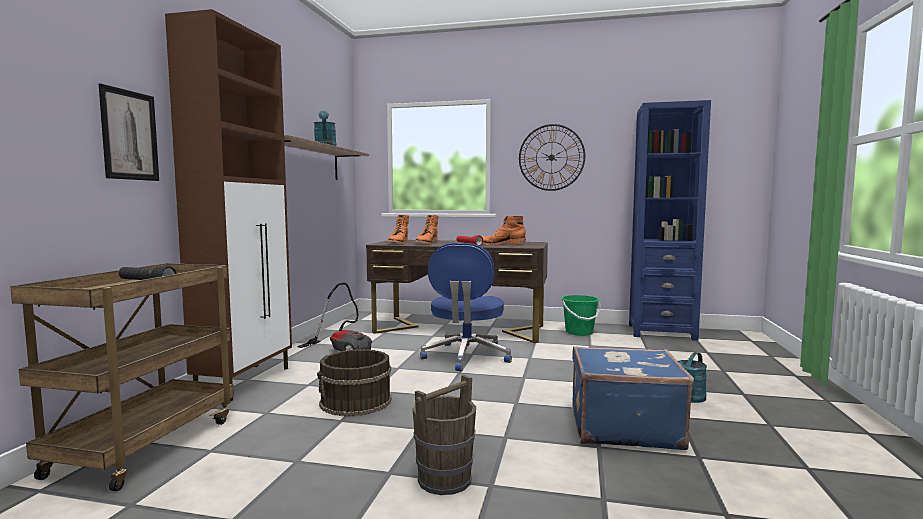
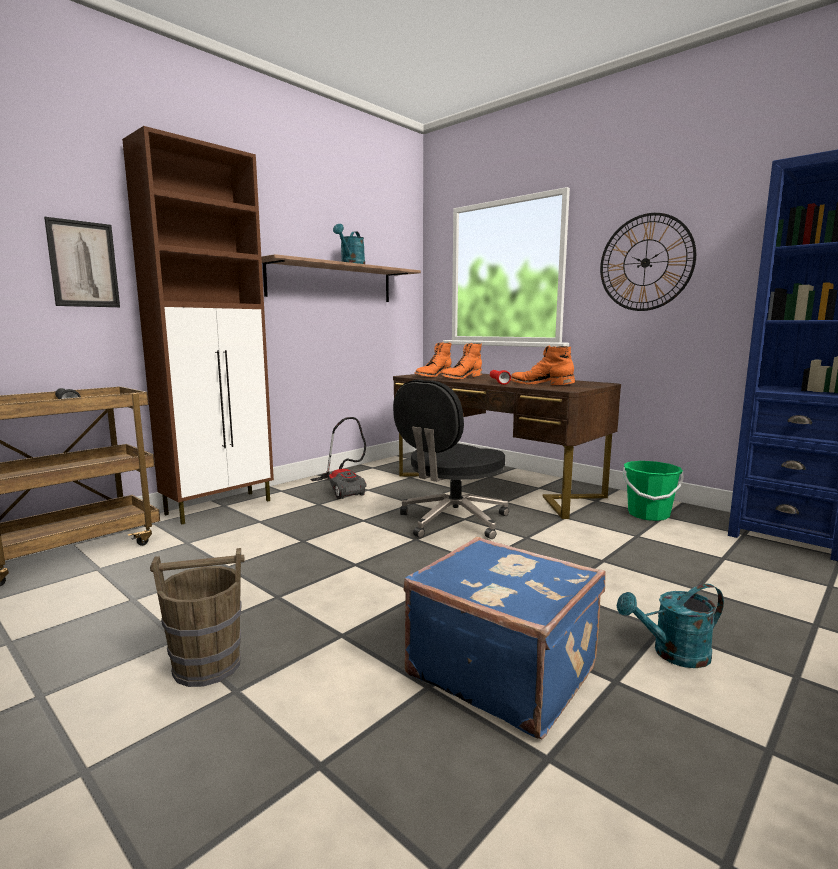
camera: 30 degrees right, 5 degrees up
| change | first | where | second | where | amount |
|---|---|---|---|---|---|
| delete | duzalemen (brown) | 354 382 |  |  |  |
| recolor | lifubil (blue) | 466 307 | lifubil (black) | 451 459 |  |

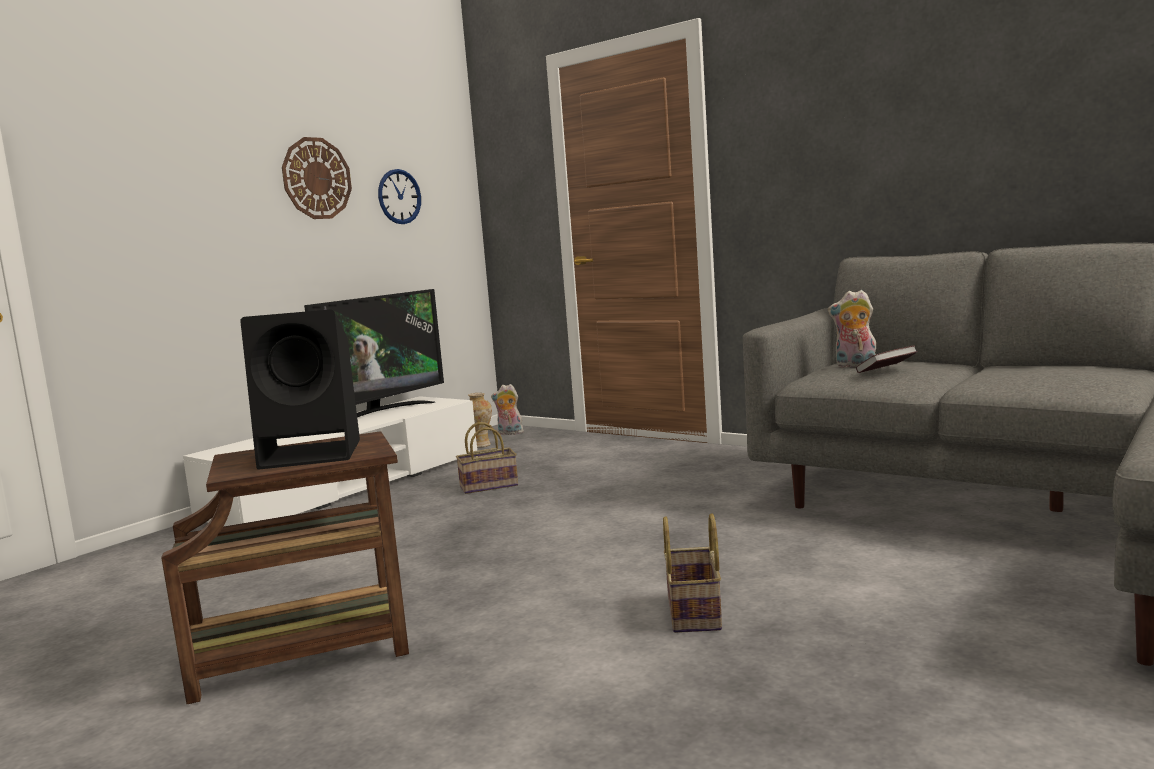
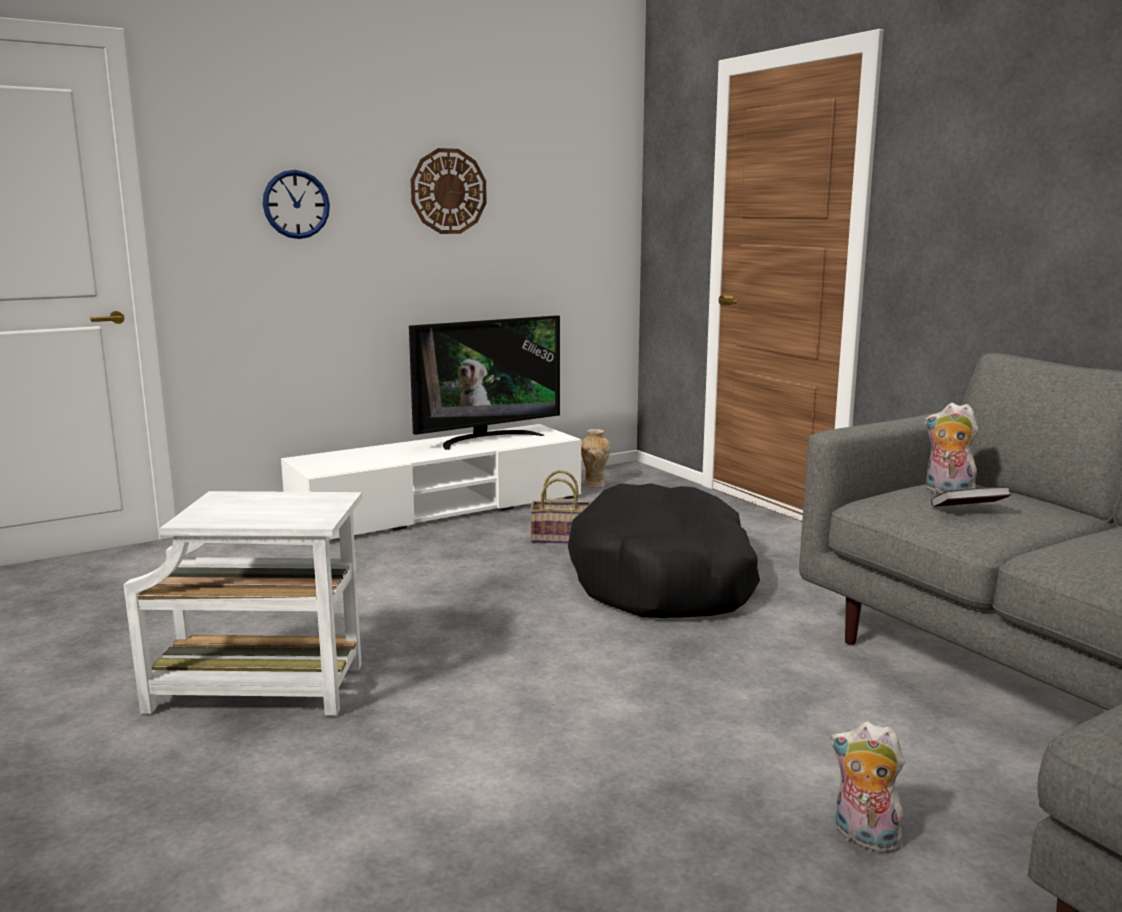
camera: 20 degrees right, 5 degrees up
| change | first | where | second | where | amount |
|---|---|---|---|---|---|
| recolor | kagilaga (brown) | 285 567 | kagilaga (white) | 242 603 |  |
| delete | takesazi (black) | 300 389 |  |  |  |
| move | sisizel | 399 196 |  | 296 204 |  |
| move | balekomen | 507 409 |  | 870 787 |  |
| delete | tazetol | 692 573 |  |  |  |
| insert |  |  | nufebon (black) | 664 550 |  |

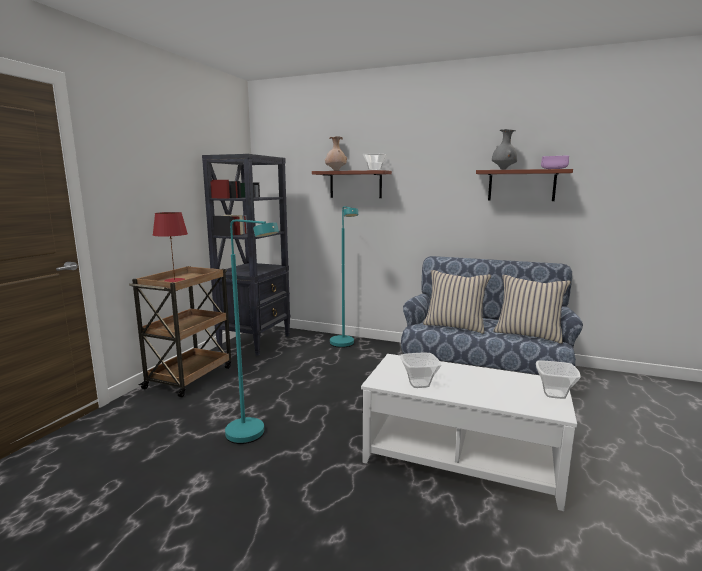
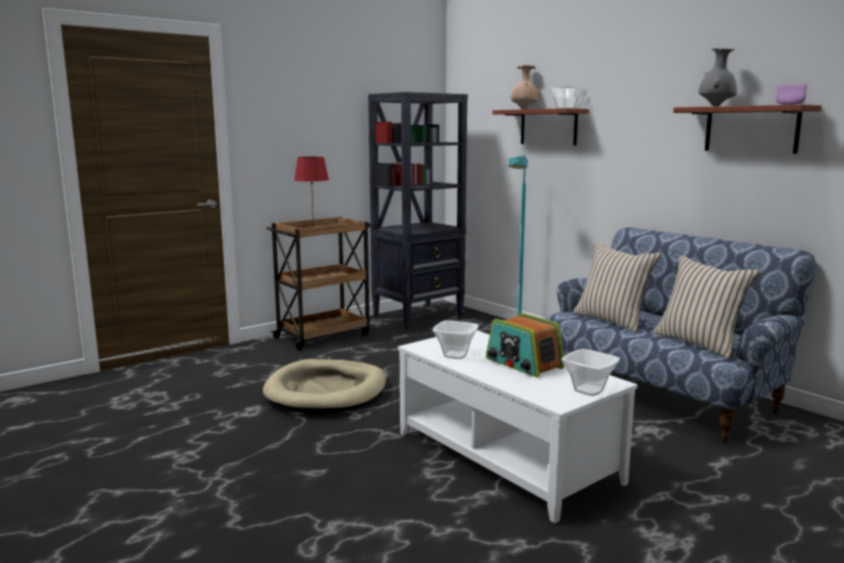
camera: 30 degrees right, 0 degrees up
| change | first | where | second | where | amount |
|---|---|---|---|---|---|
| replace | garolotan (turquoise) | 252 331 | nufebon (beige) | 324 386 |  |
| insert |  |  | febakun | 525 345 |  |

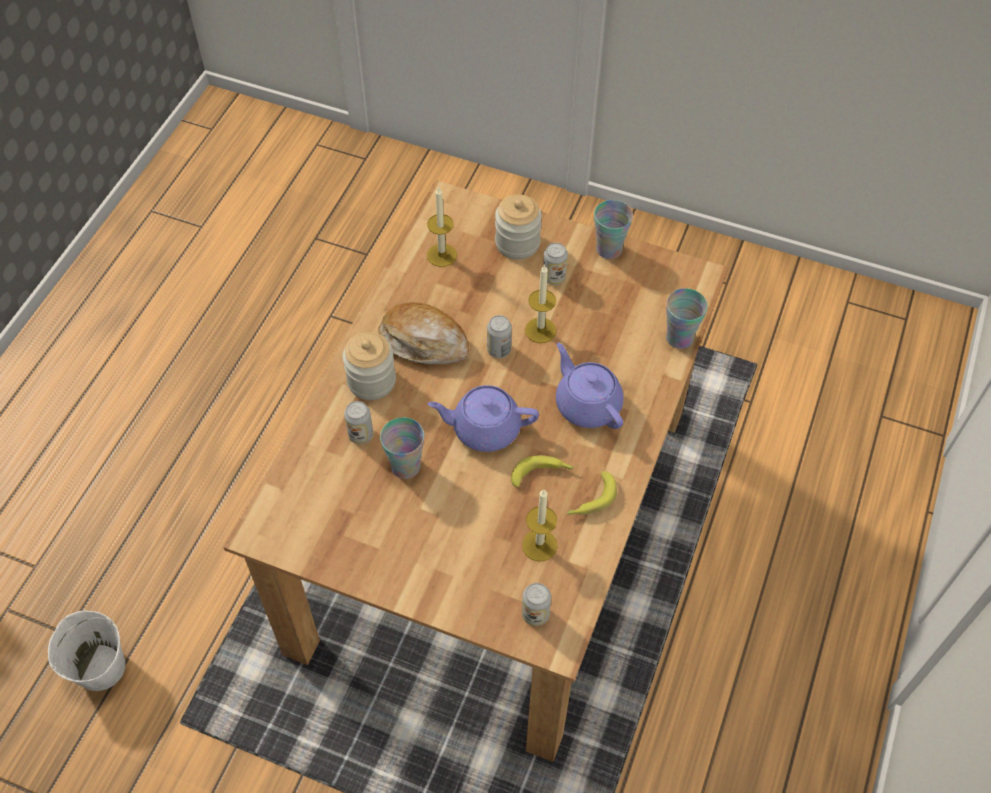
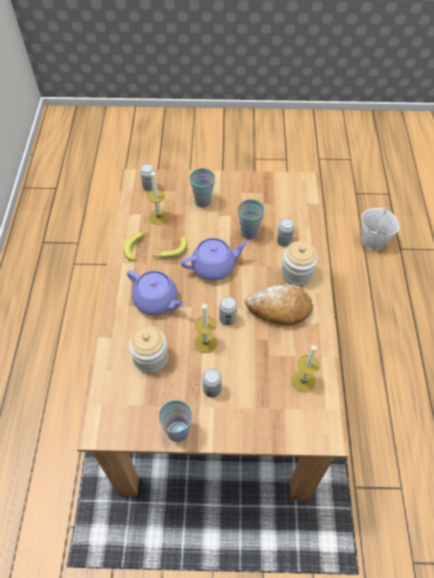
camera: 160 degrees right, 0 degrees up
| change | first | where | second | where | amount |
|---|---|---|---|---|---|
| move | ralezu | 518 227 |  | 148 349 |  |
| move | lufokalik | 687 318 |  | 202 188 |  |

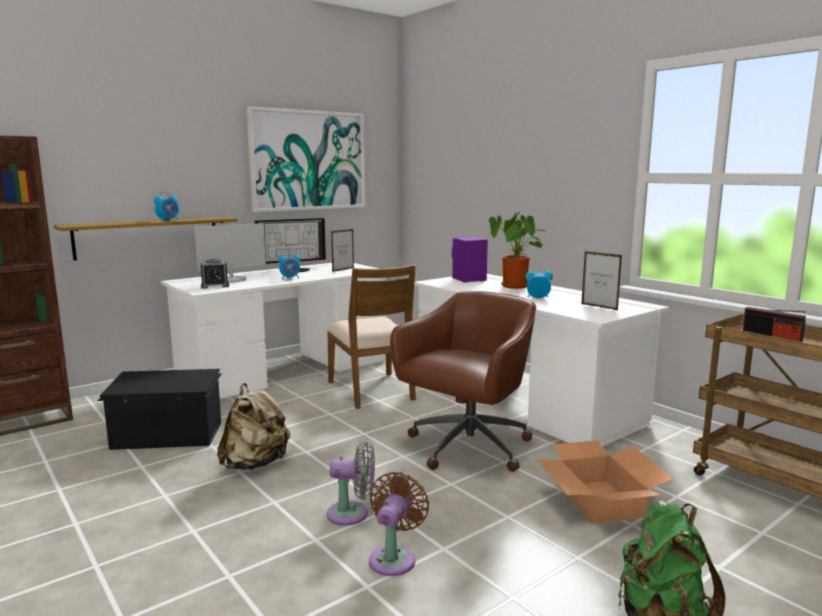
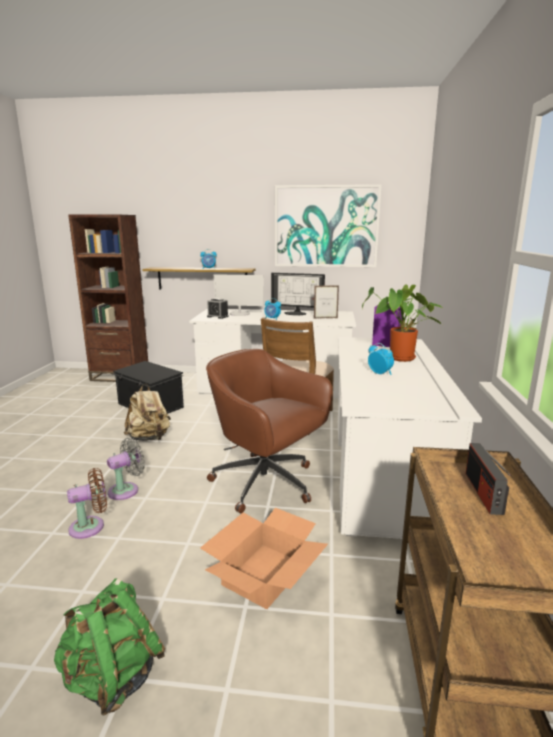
camera: 45 degrees right, 5 degrees up
| change | first | where | second | where | amount |
|---|---|---|---|---|---|
| rotate | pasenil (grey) | 351 484 |  | 126 469 | 90 degrees counterclockwise |
| rotate | lifubil (brown) | 463 381 |  | 269 431 | 135 degrees counterclockwise |
| delete | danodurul | 601 280 |  |  |  |

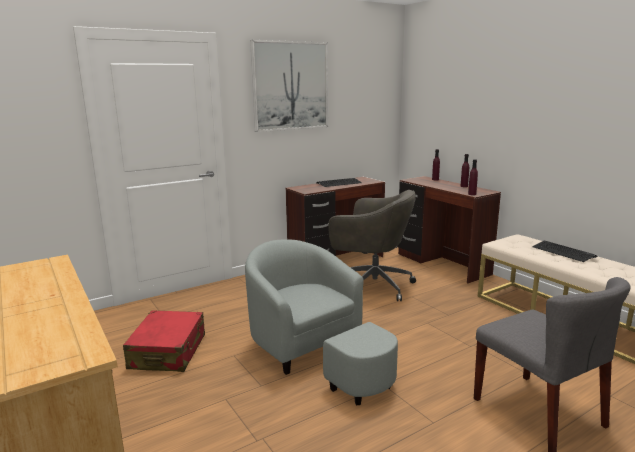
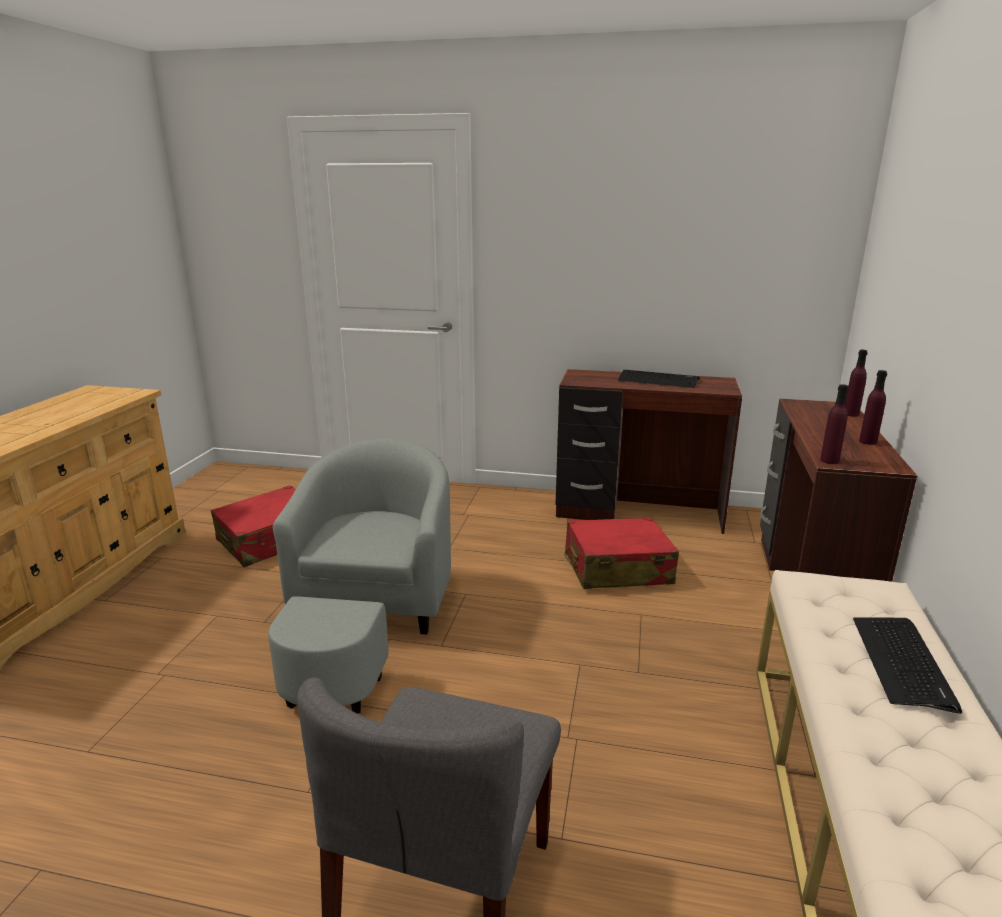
camera: 45 degrees right, 5 degrees up
| change | first | where | second | where | amount |
|---|---|---|---|---|---|
| delete | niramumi | 289 86 |  |  |  |
| replace | lifubil (grey) | 372 245 | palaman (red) | 621 553 |  |

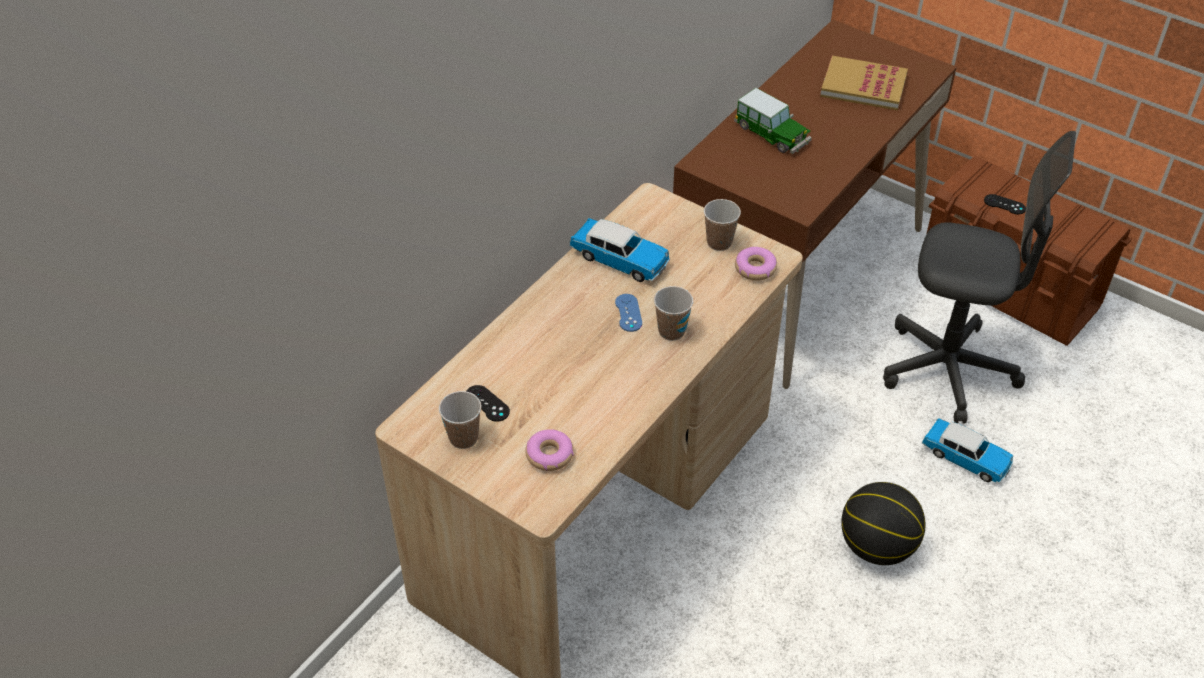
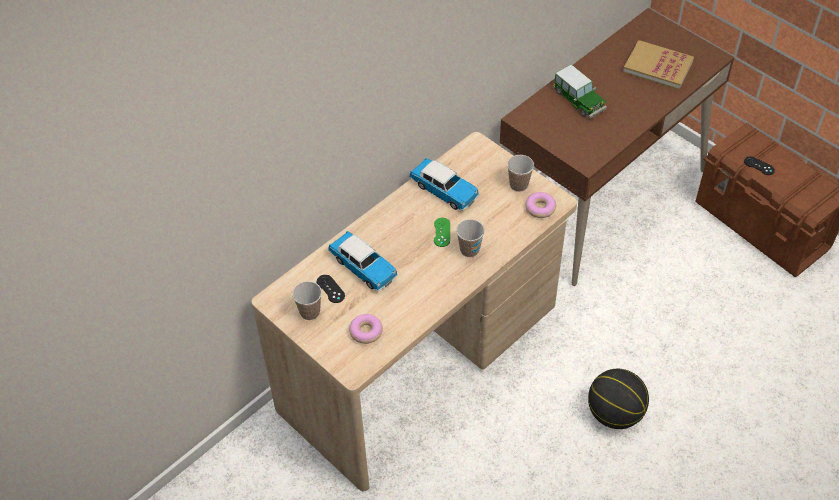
camera: 10 degrees right, 5 degrees up
| change | first | where | second | where | amount |
|---|---|---|---|---|---|
| recolor | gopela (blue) | 628 313 | gopela (green) | 442 232 |  |
| delete | lifubil (grey) | 979 277 |  |  |  |
| move | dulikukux | 967 451 |  | 363 261 |  |

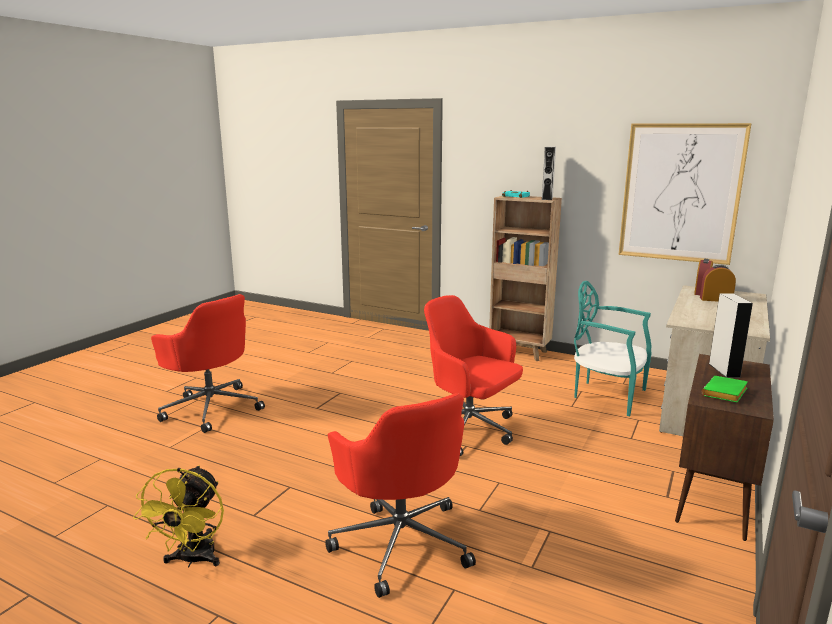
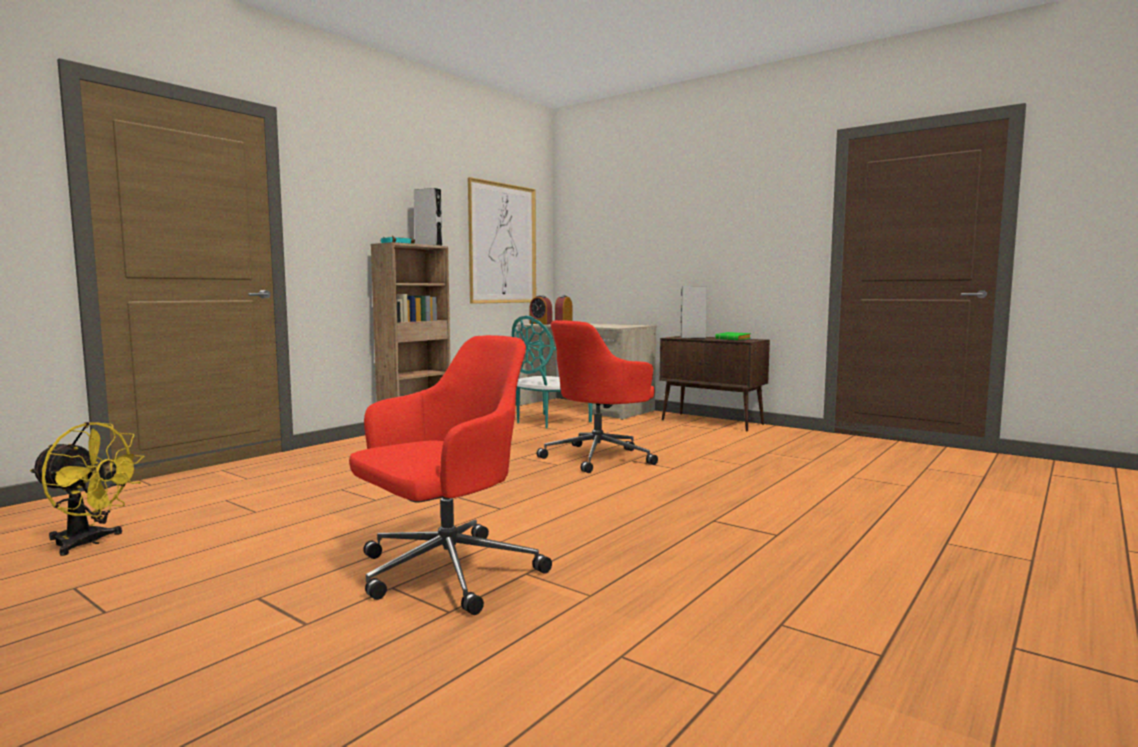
camera: 80 degrees left, 10 degrees down
| change | first | where | second | where | amount |
|---|---|---|---|---|---|
| move | pasenil (yellow) | 178 516 |  | 87 489 |  |
| delete | lifubil (red) | 400 495 |  |  |  |

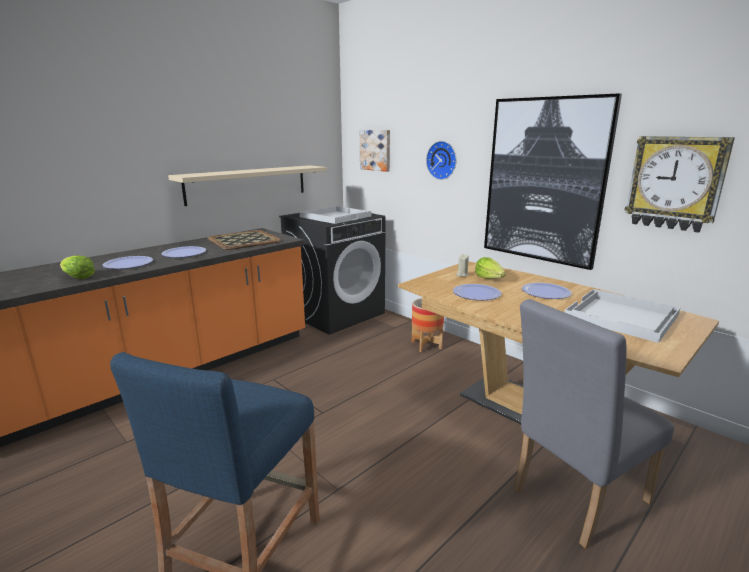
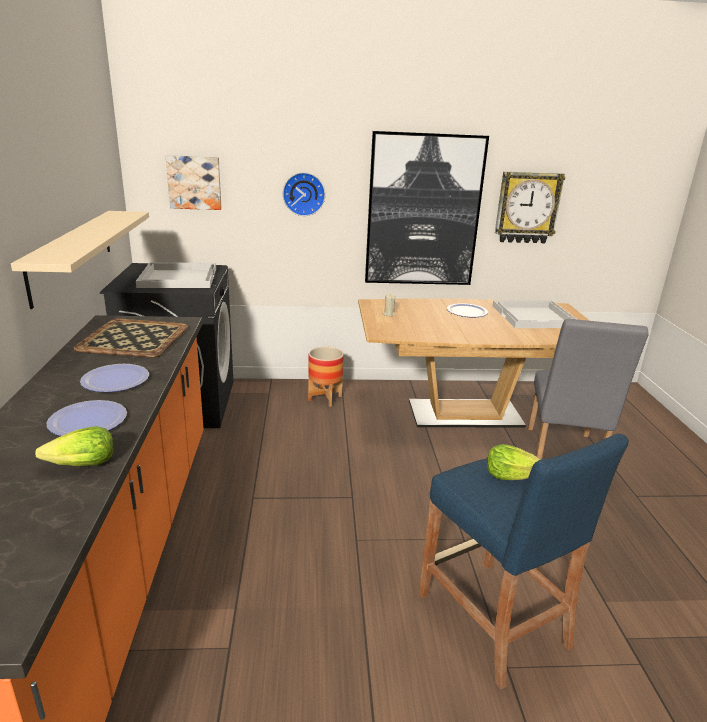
camera: 50 degrees left, 5 degrees up
| change | first | where | second | where | amount |
|---|---|---|---|---|---|
| delete | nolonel | 477 292 |  |  |  |
| move | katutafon | 490 268 |  | 513 462 |  |

